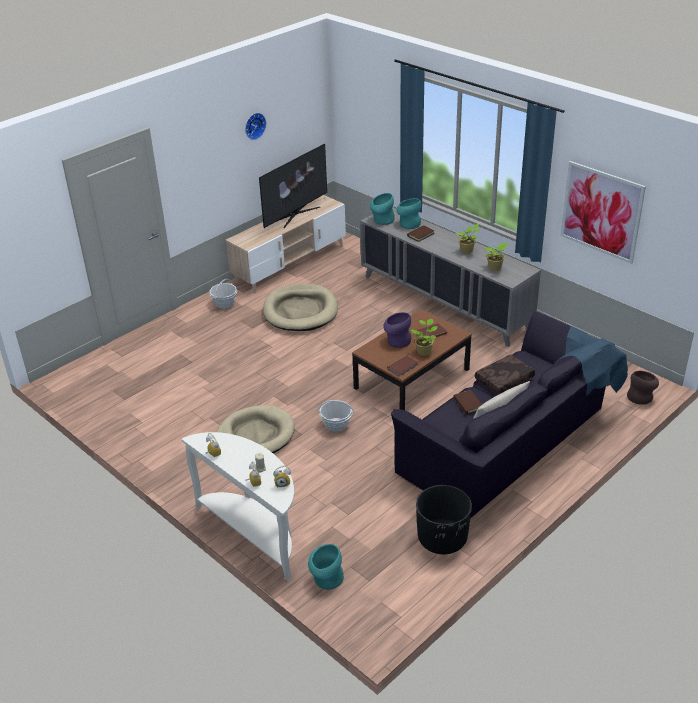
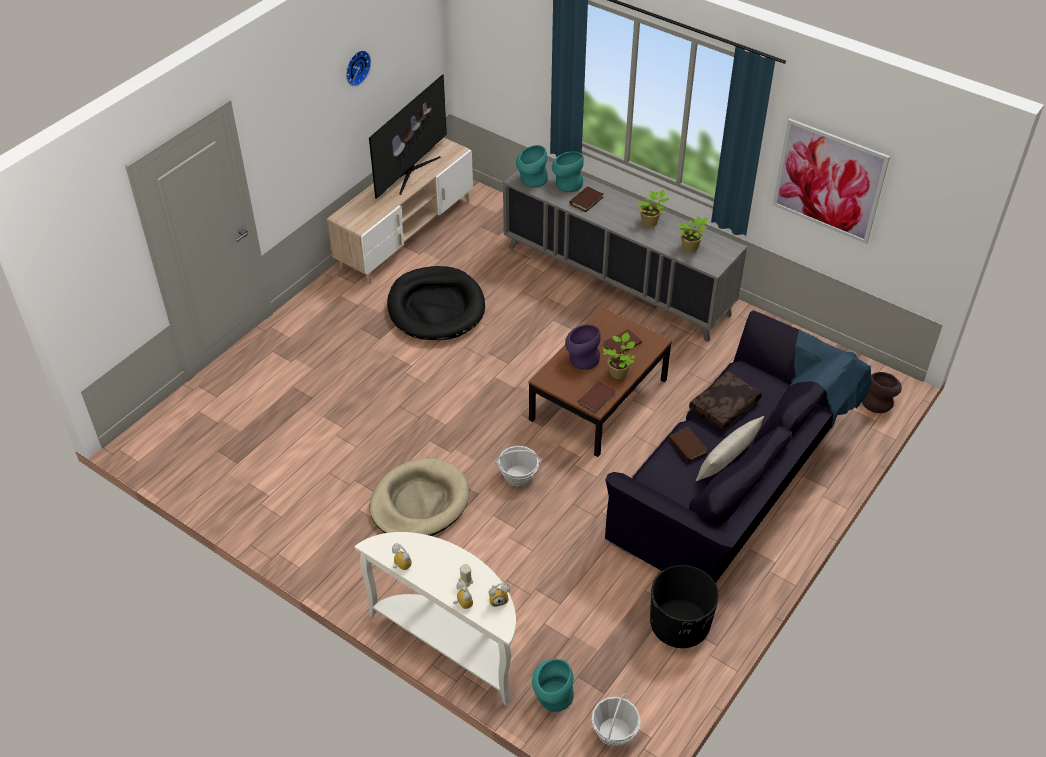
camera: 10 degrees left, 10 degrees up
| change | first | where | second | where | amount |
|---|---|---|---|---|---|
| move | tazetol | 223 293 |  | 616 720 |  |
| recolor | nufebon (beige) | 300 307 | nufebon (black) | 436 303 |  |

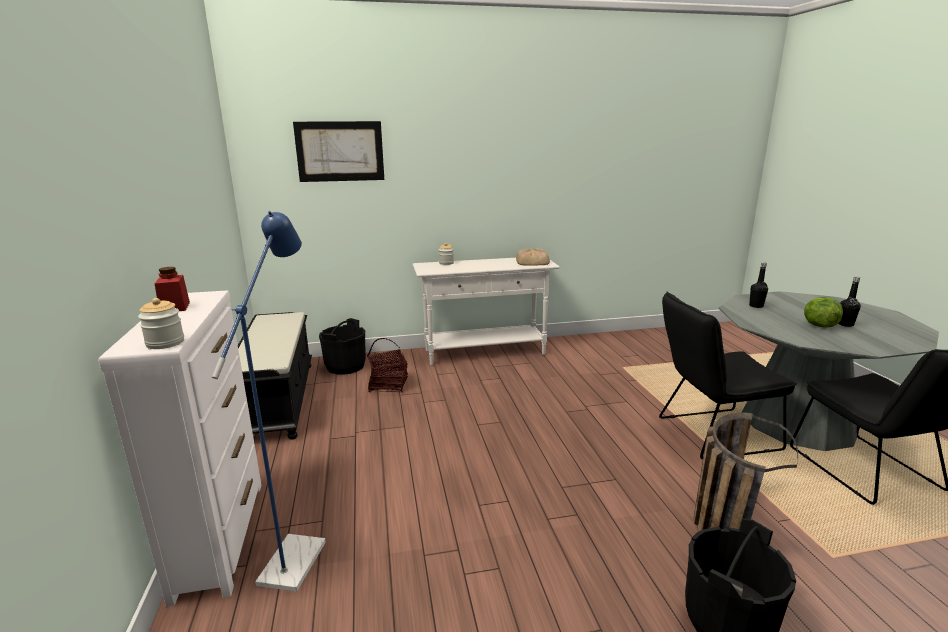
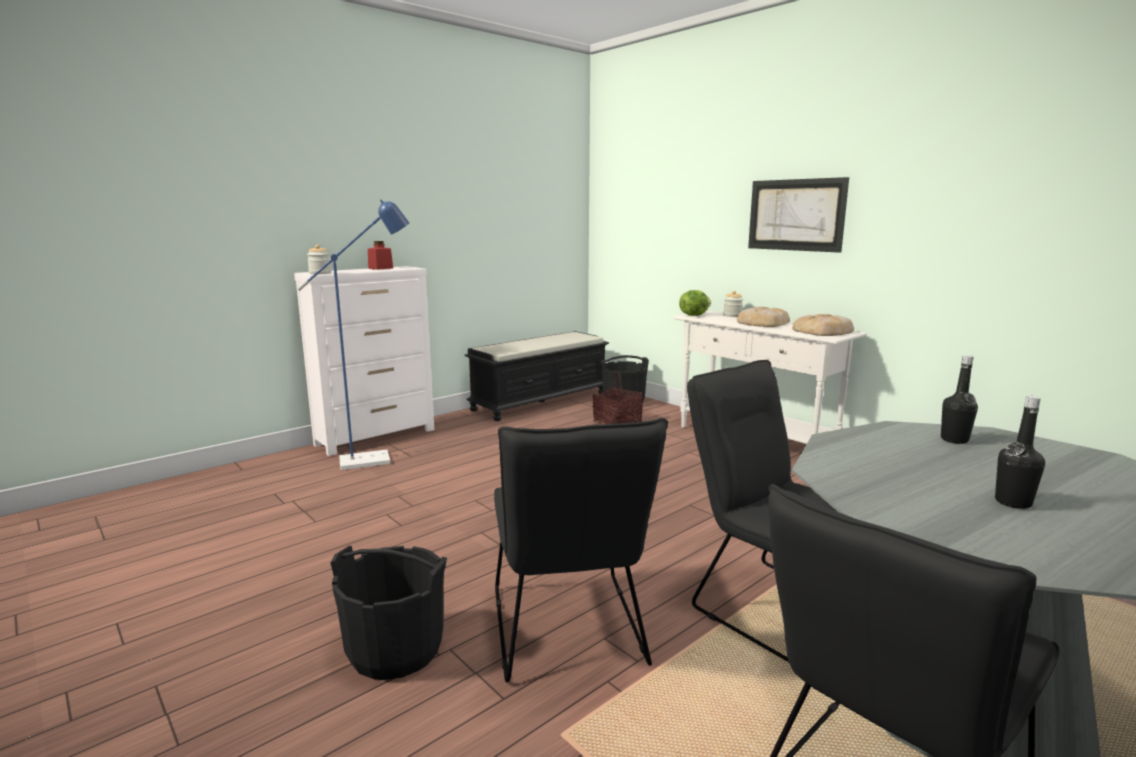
camera: 60 degrees right, 5 degrees down
| change | first | where | second | where | amount |
|---|---|---|---|---|---|
| move | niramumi | 338 151 |  | 798 215 |  |
| replace | tazetol | 746 472 | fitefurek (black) | 581 550 |  |
| move | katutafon | 823 312 |  | 695 303 |  |
| insert |  |  | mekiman | 763 317 |  |

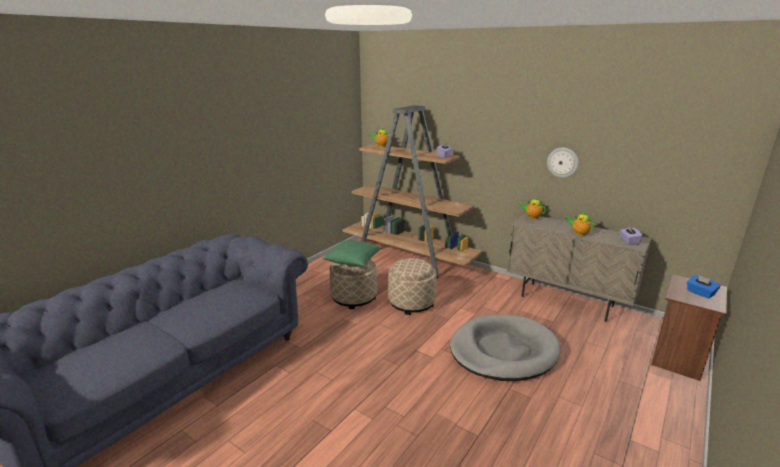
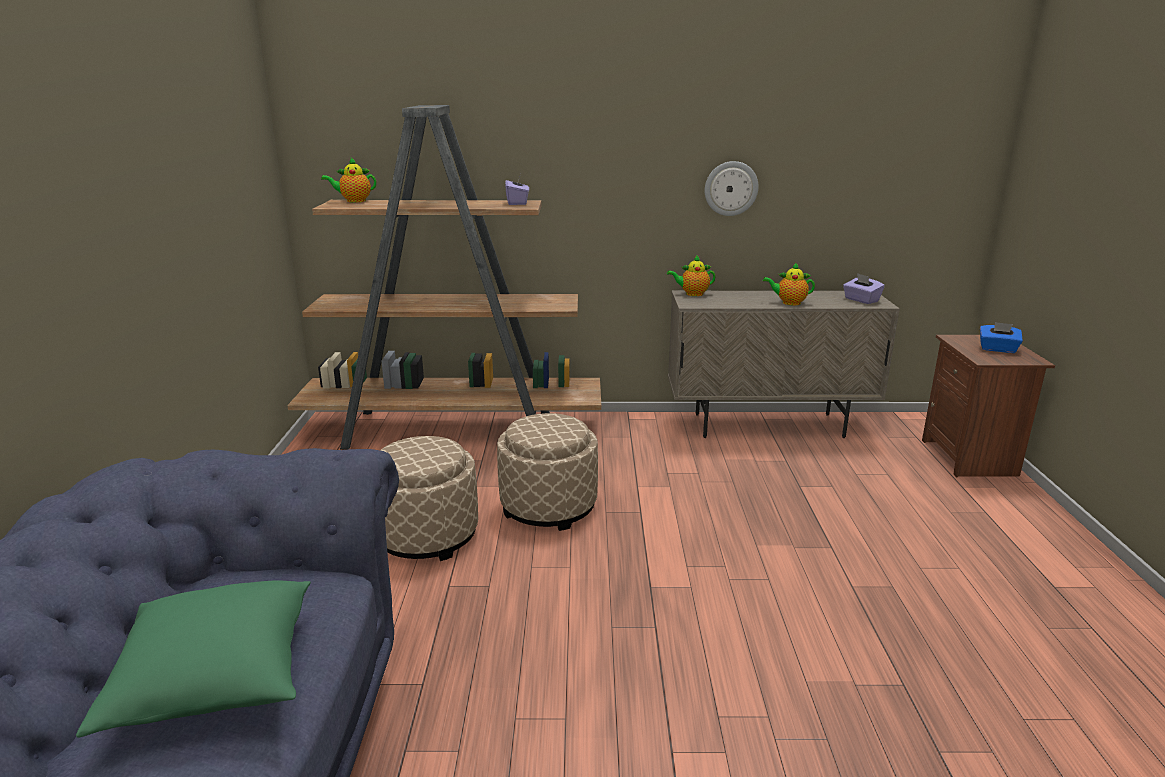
camera: 35 degrees left, 0 degrees up
| change | first | where | second | where | amount |
|---|---|---|---|---|---|
| move | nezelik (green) | 352 253 |  | 193 659 |  |
| delete | nufebon (grey) | 505 347 |  |  |  |

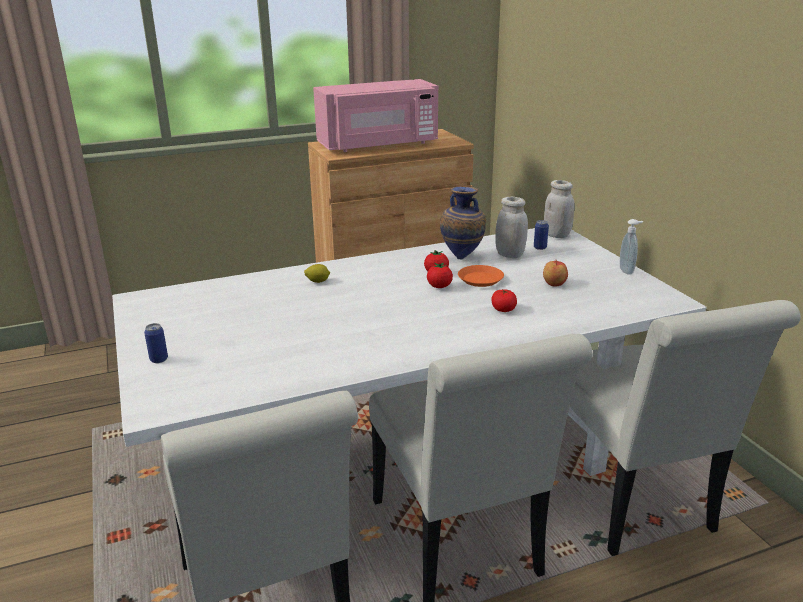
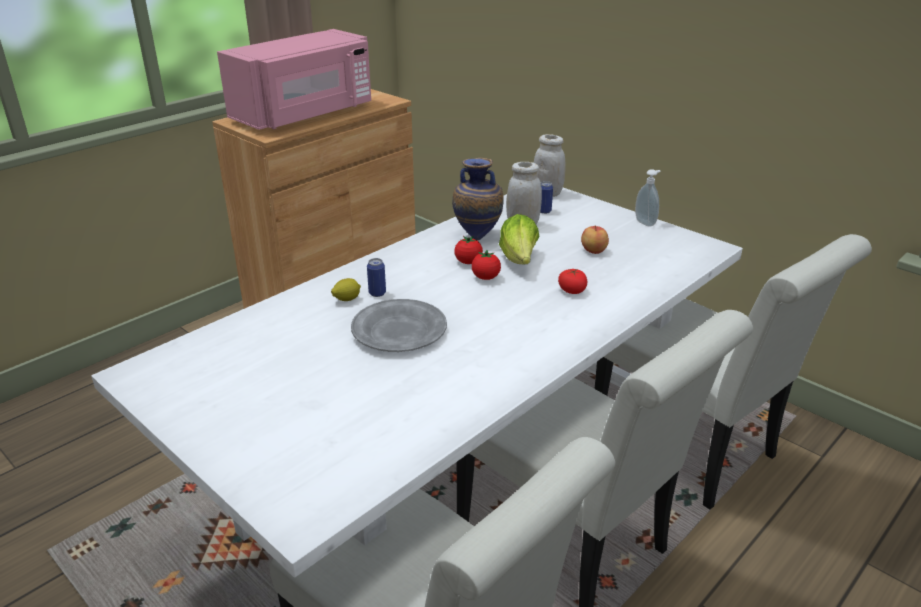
camera: 25 degrees left, 5 degrees up
| change | first | where | second | where | amount |
|---|---|---|---|---|---|
| move | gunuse | 156 343 |  | 376 277 |  |
| replace | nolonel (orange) | 481 276 | katutafon | 519 239 |  |
| insert |  |  | nolonel (grey) | 399 325 |  |

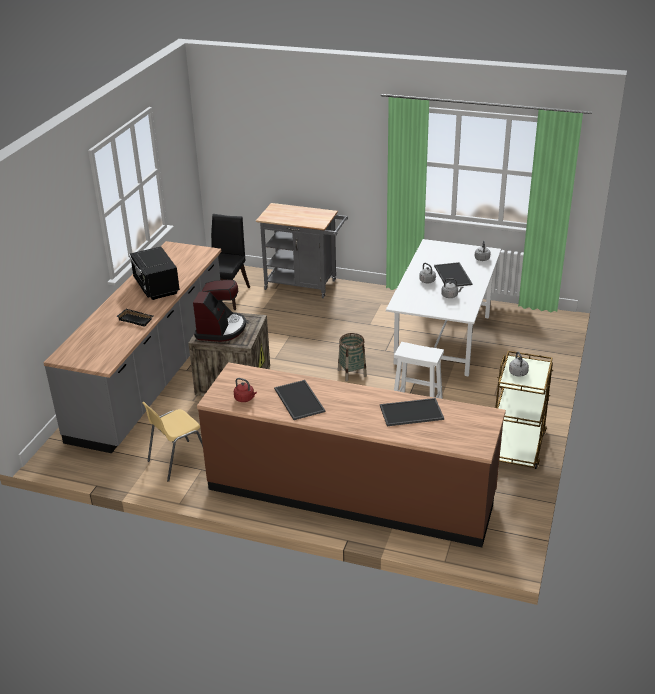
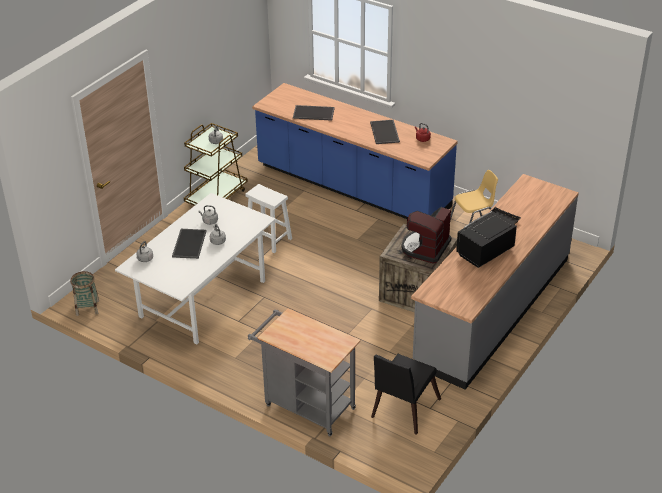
camera: 165 degrees left, 5 degrees up
| change | first | where | second | where | amount |
|---|---|---|---|---|---|
| rotate | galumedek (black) | 154 273 |  | 486 239 | 120 degrees counterclockwise |
| recolor | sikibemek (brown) | 351 454 | sikibemek (blue) | 355 151 |  |
| move | tazetol | 352 357 |  | 84 293 |  |

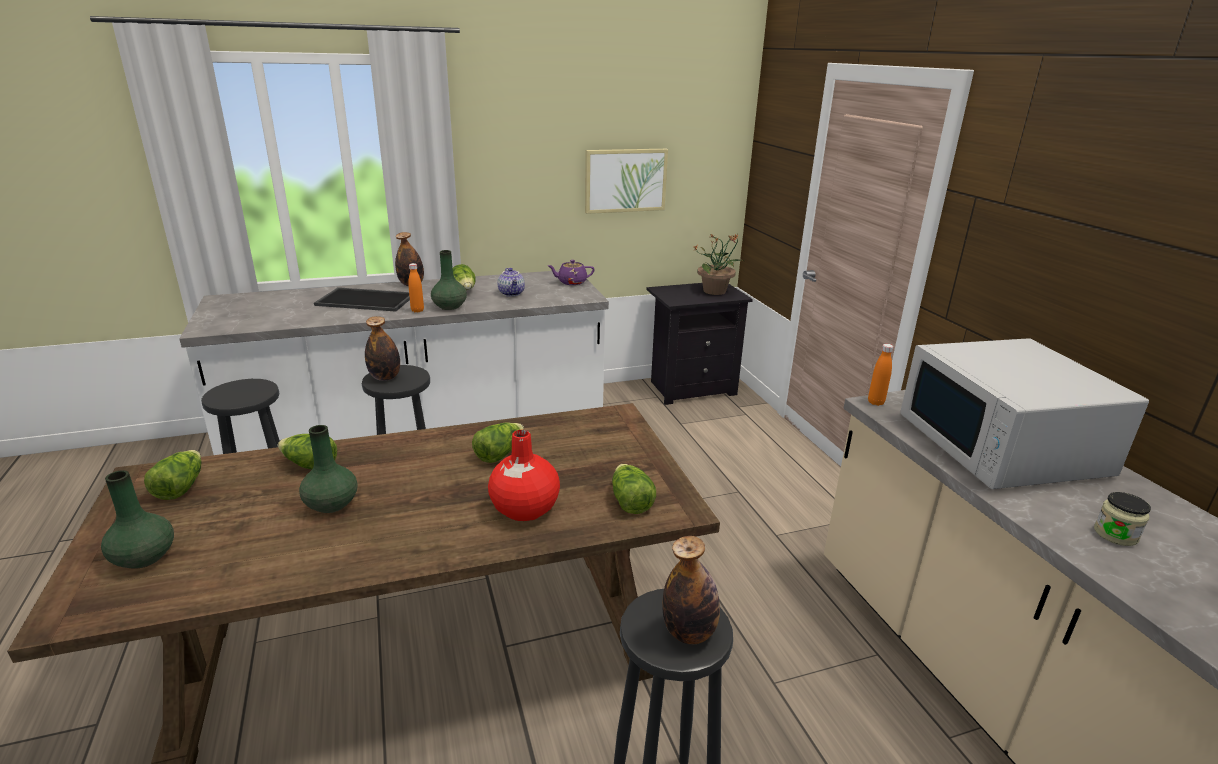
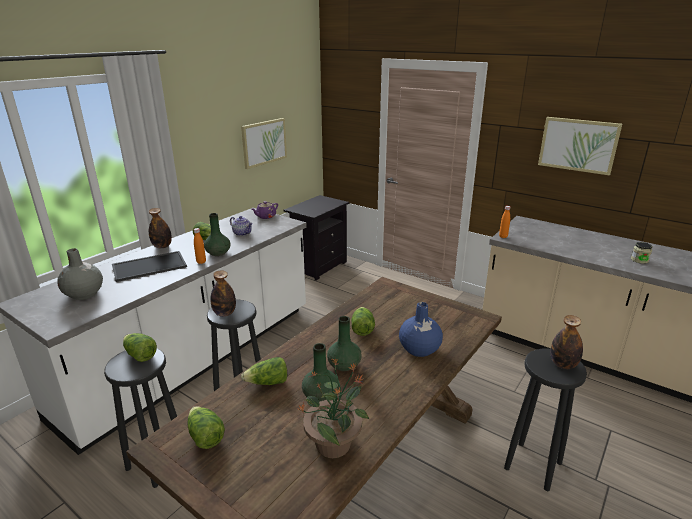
camera: 35 degrees left, 0 degrees up
| change | first | where | second | where | amount |
|---|---|---|---|---|---|
| move | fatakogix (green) | 137 519 |  | 344 343 |  |
| recolor | fatakogix (red) | 524 475 | fatakogix (blue) | 421 329 |  |
| move | katutafon | 634 489 |  | 140 347 |  |
| move | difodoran | 719 264 |  | 333 408 |  |
| delete | galumedek (white) | 1024 413 |  |  |  |
| insert |  |  | fatakogix (grey) | 80 274 |  |
| insert |  |  | niramumi | 580 146 |  |

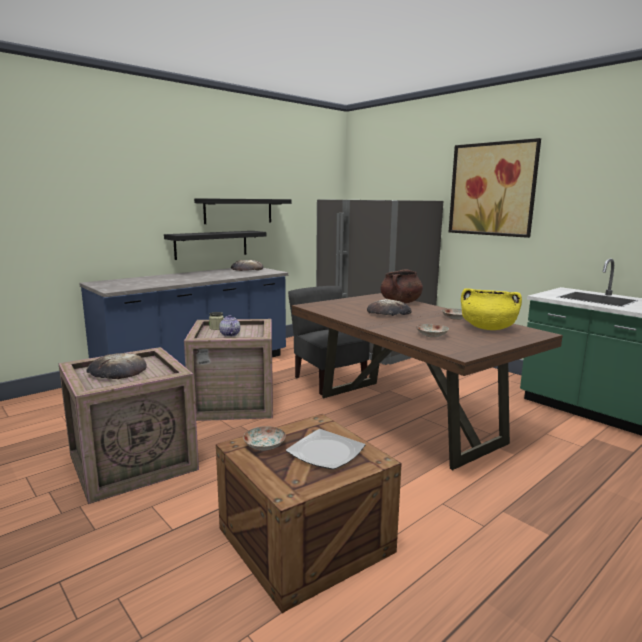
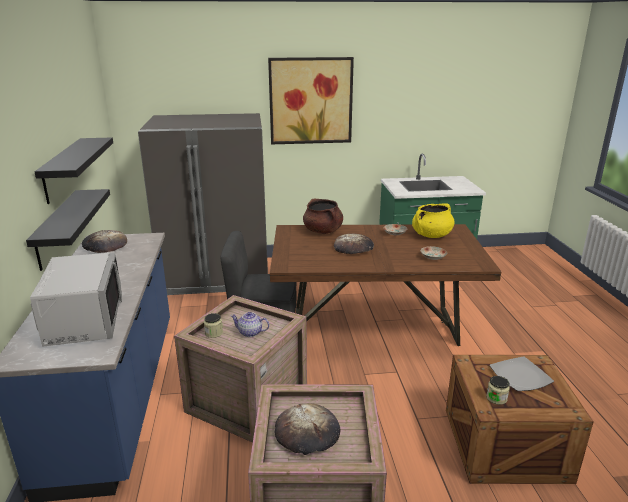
camera: 55 degrees left, 10 degrees up
| change | first | where | second | where | amount |
|---|---|---|---|---|---|
| replace | nolonel | 264 438 | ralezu | 498 390 |  |
| insert |  |  | galumedek (grey) | 76 299 |  |

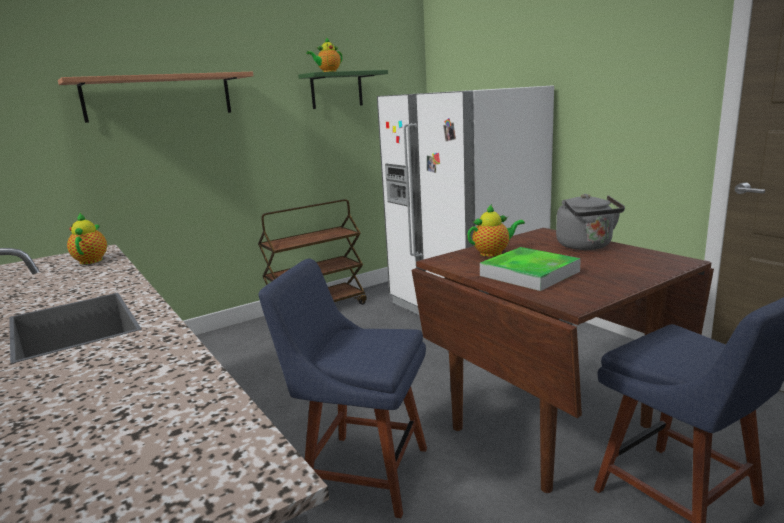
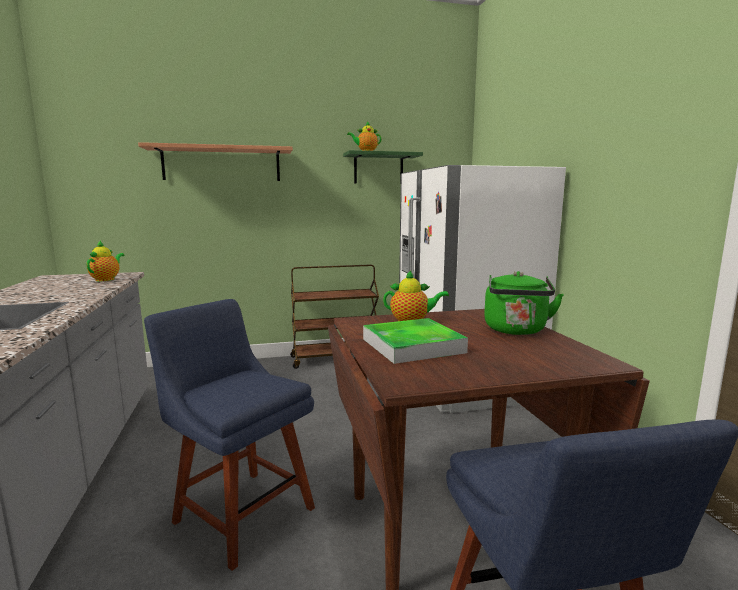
camera: 20 degrees right, 5 degrees down
| change | first | where | second | where | amount |
|---|---|---|---|---|---|
| recolor | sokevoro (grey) | 590 222 | sokevoro (green) | 524 303 |  |

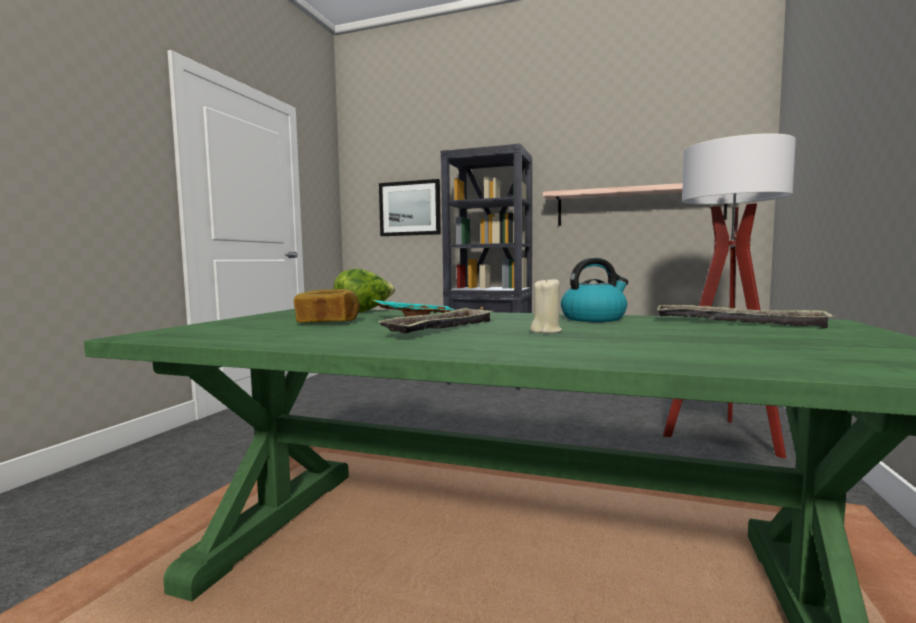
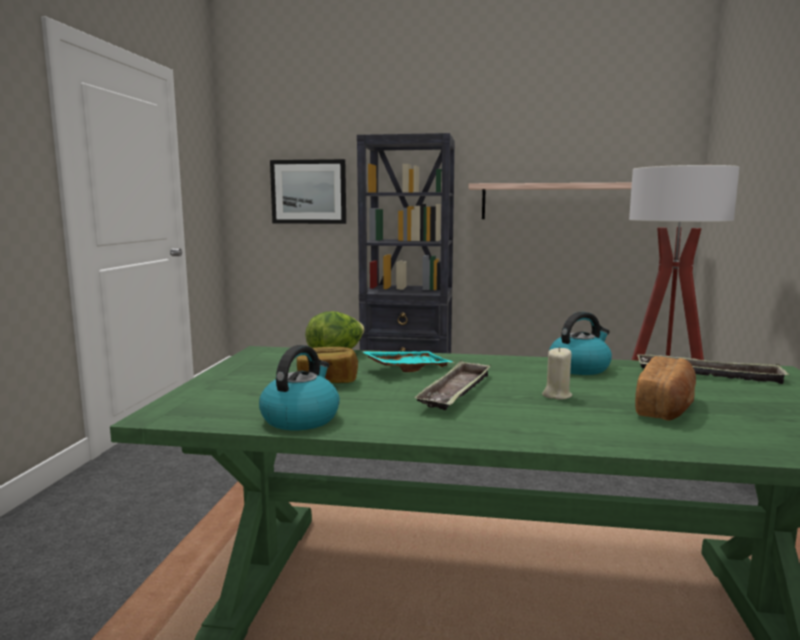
camera: 10 degrees left, 5 degrees up
| change | first | where | second | where | amount |
|---|---|---|---|---|---|
| insert |  |  | sokevoro | 299 387 |  |
| insert |  |  | mekiman | 665 388 |  |

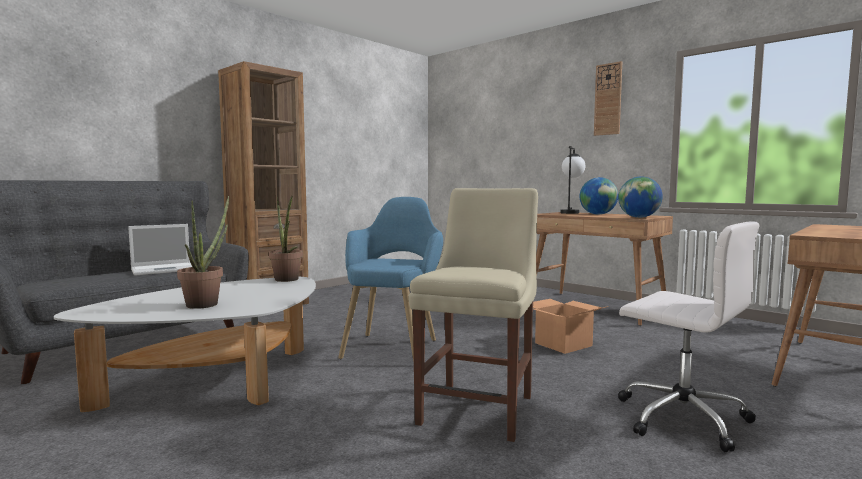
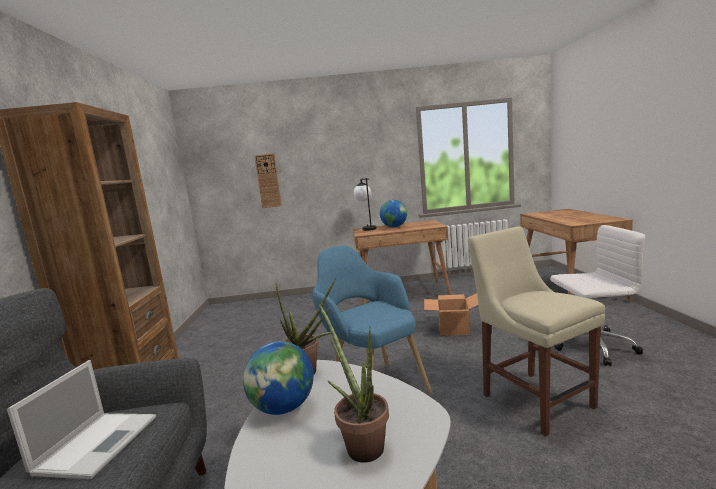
camera: 45 degrees left, 5 degrees up
| change | first | where | second | where | amount |
|---|---|---|---|---|---|
| move | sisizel | 608 98 |  | 268 181 |  |
| move | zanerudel | 640 197 |  | 278 378 |  |

